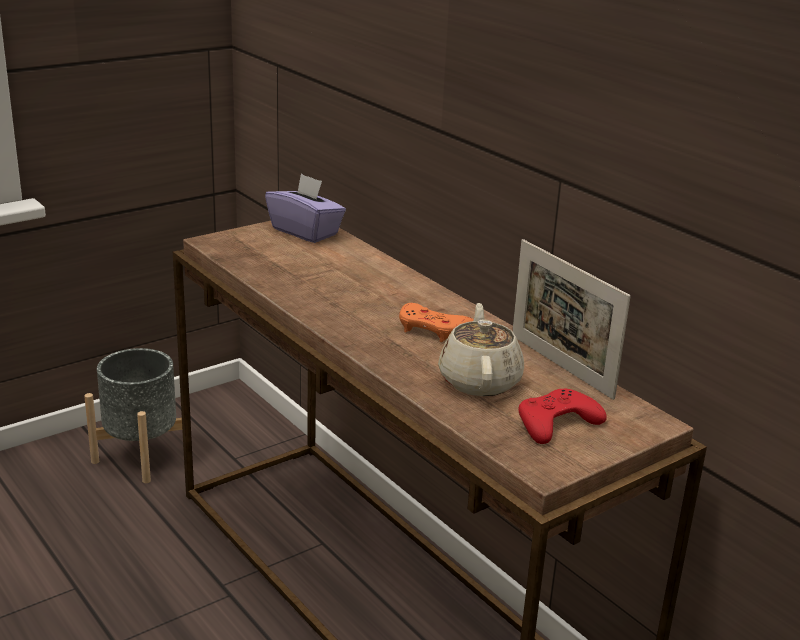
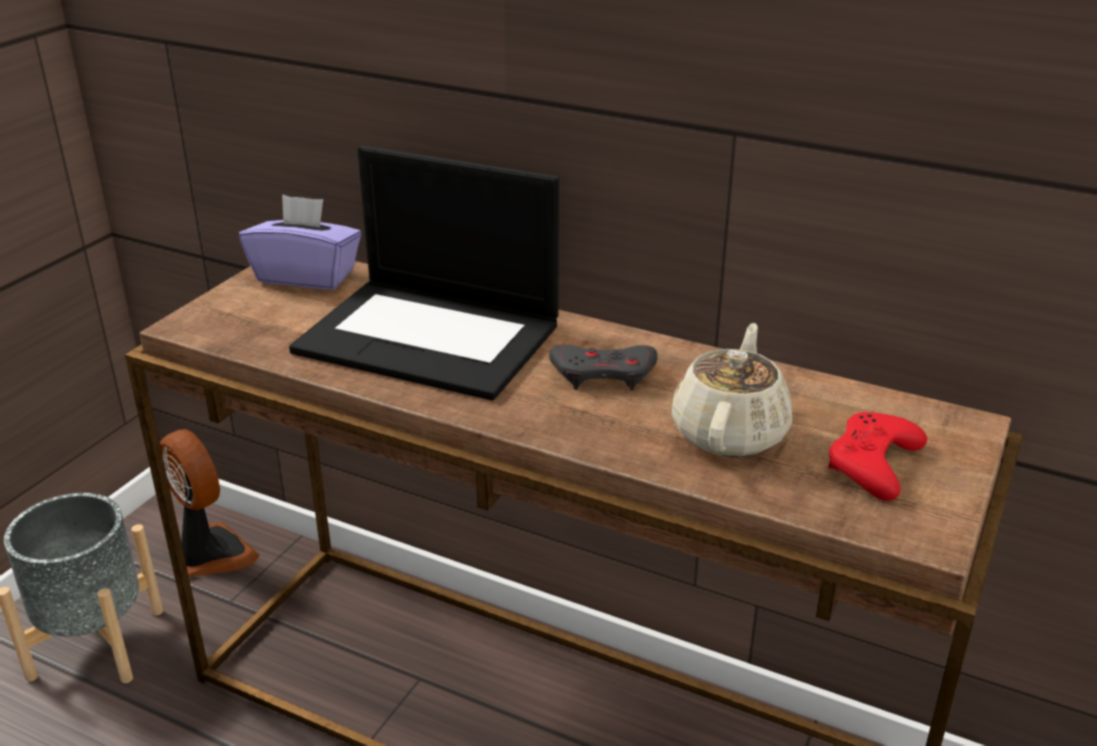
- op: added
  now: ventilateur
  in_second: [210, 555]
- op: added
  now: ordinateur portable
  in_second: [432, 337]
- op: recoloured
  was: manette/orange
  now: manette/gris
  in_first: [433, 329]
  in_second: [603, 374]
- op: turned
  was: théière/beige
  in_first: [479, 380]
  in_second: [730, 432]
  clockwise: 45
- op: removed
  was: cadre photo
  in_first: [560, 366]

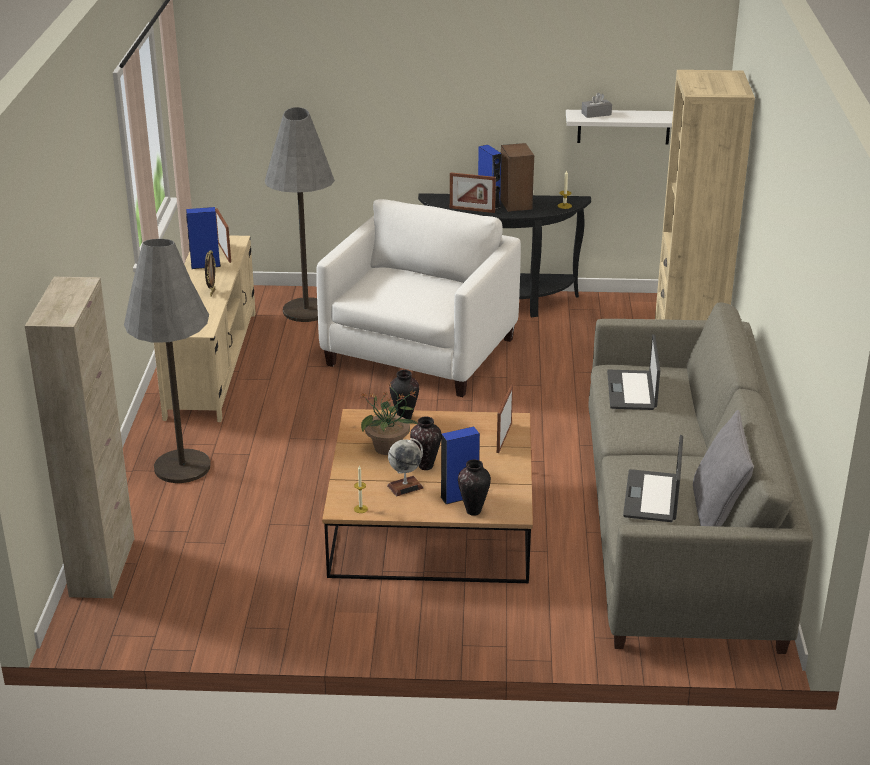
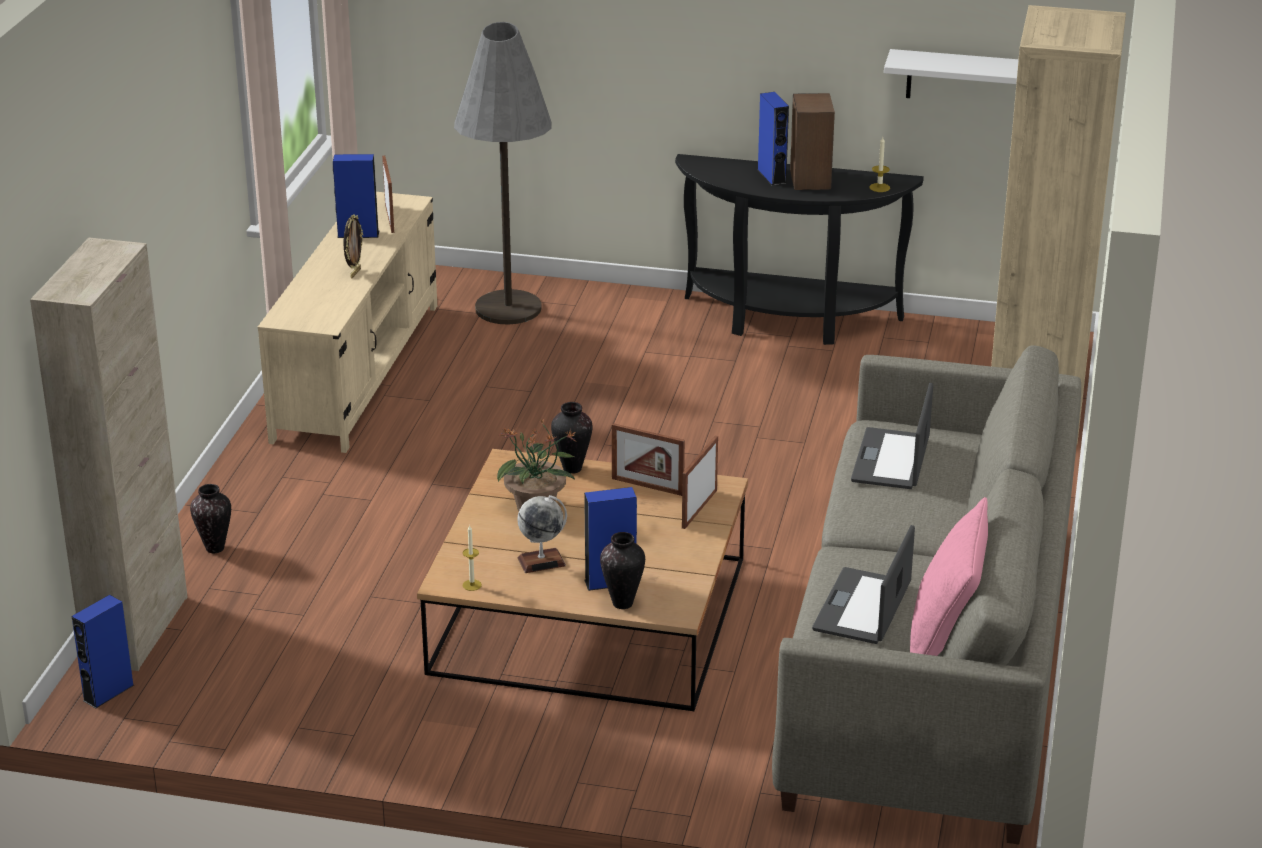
- op: added
  now: enceinte/bleu
  in_second: [108, 693]
- op: moved
  was: vase
  in_first: [426, 466]
  in_second: [215, 548]
- op: moved
  was: cadre photo
  in_first: [472, 210]
  in_second: [647, 486]
- op: recoloured
  was: coussin/gris
  now: coussin/rose
  in_first: [716, 515]
  in_second: [944, 641]
- op: removed
  was: lampadaire/gris
  in_first: [182, 467]
- op: removed
  was: fauteuil/blanc
  in_first: [420, 352]
- op: removed
  was: boîte à mouchoirs/gris
  in_first: [596, 114]

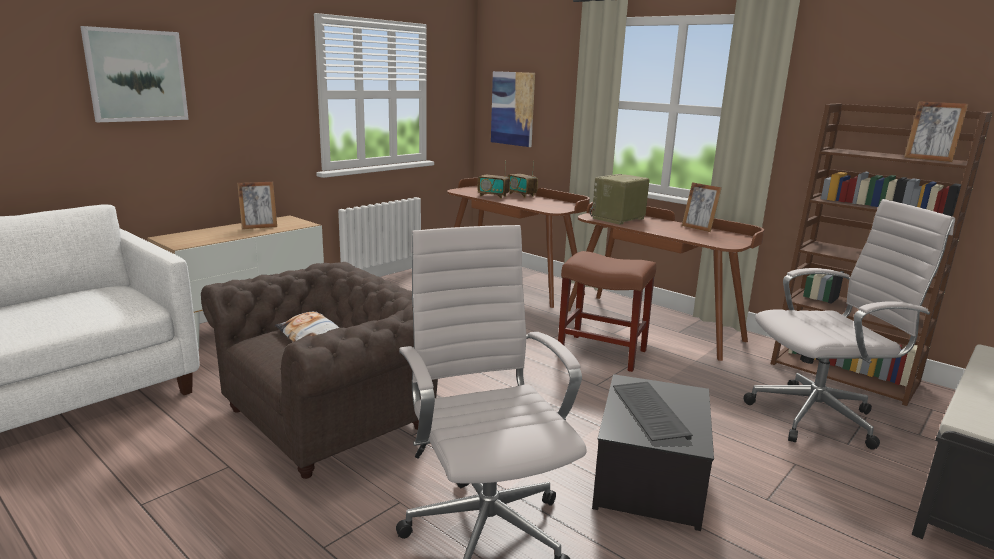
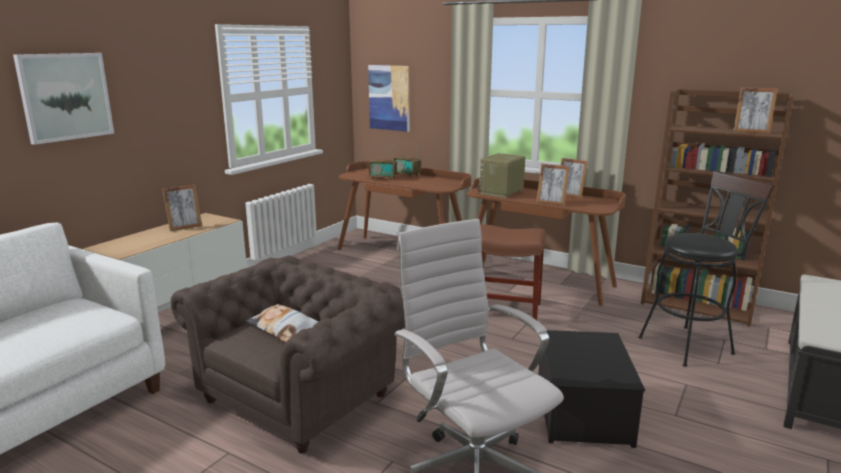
- op: added
  now: cadre photo
  in_second: [551, 203]
- op: replaced
  was: chaise de bureau/blanc
  now: tabouret/noir
  in_first: [819, 417]
  in_second: [691, 344]
- op: removed
  was: clavier
  in_first: [647, 412]

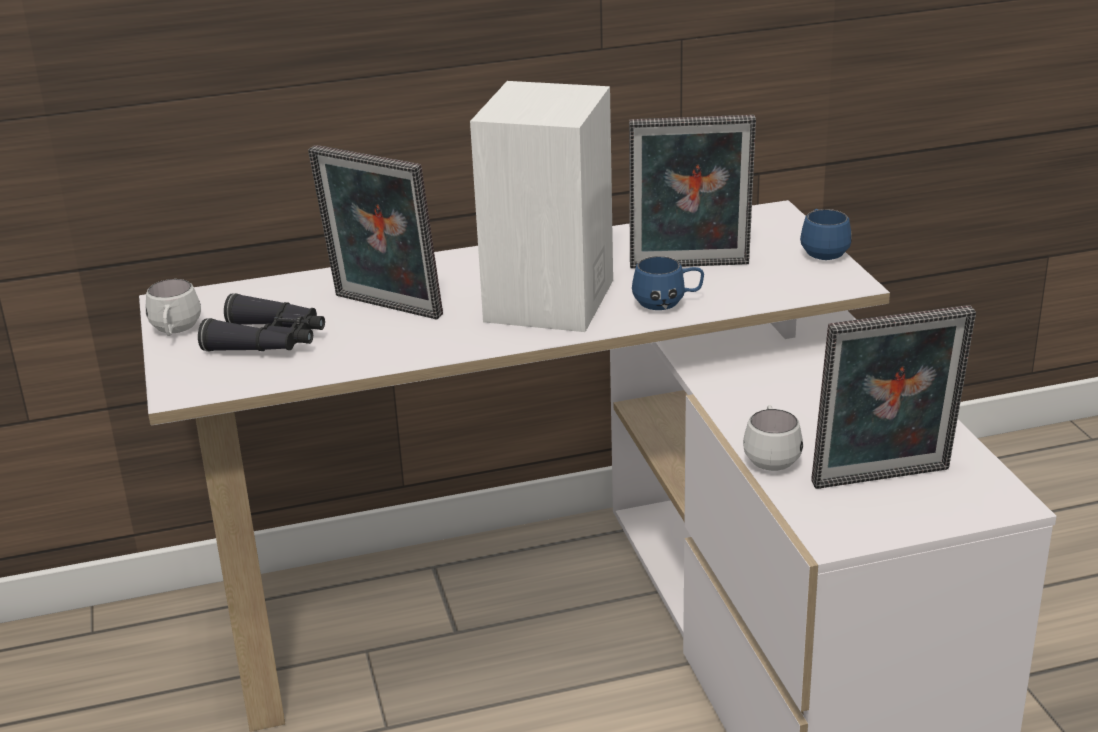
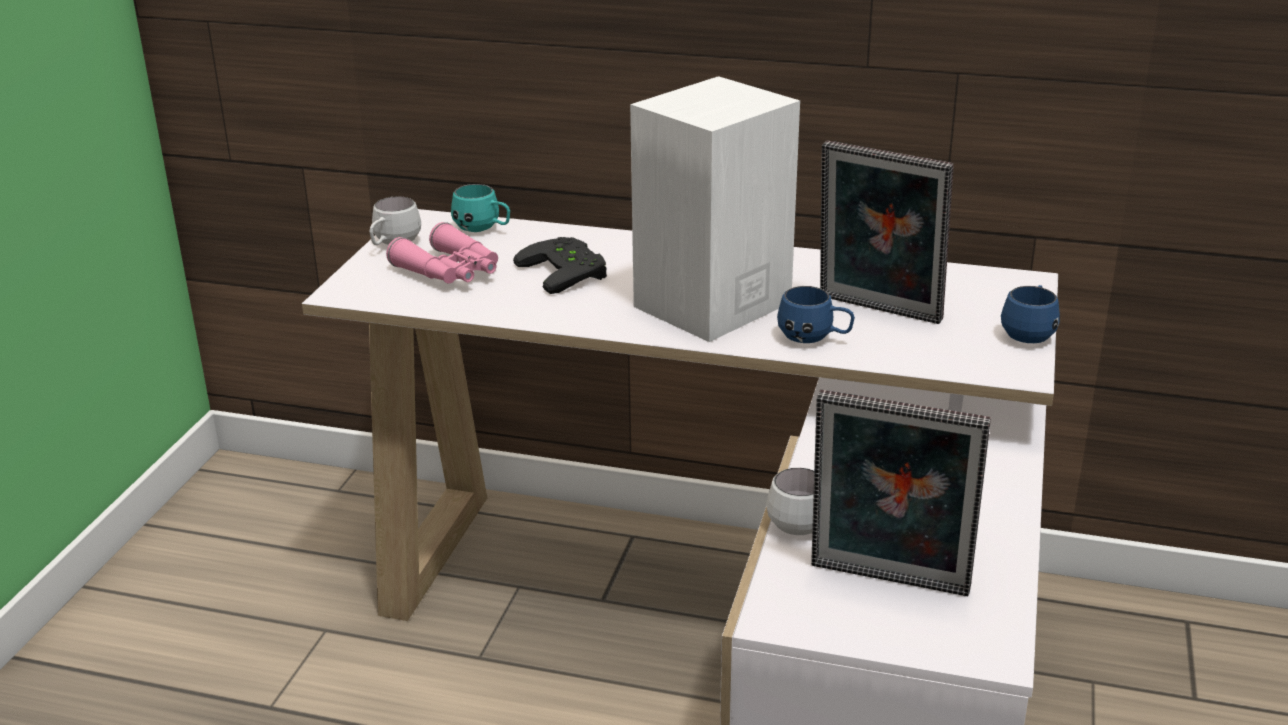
- op: recoloured
  was: jumelles/noir
  now: jumelles/rose
  in_first: [269, 341]
  in_second: [450, 272]
- op: added
  now: mug/turquoise
  in_second: [483, 229]
- op: replaced
  was: cadre photo
  now: manette/noir
  in_first: [384, 308]
  in_second: [568, 271]

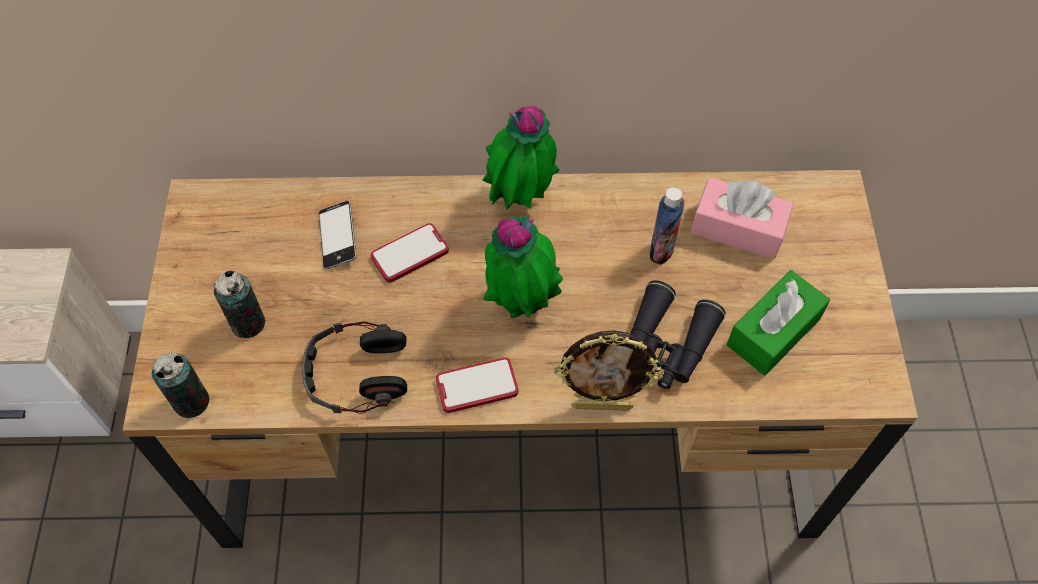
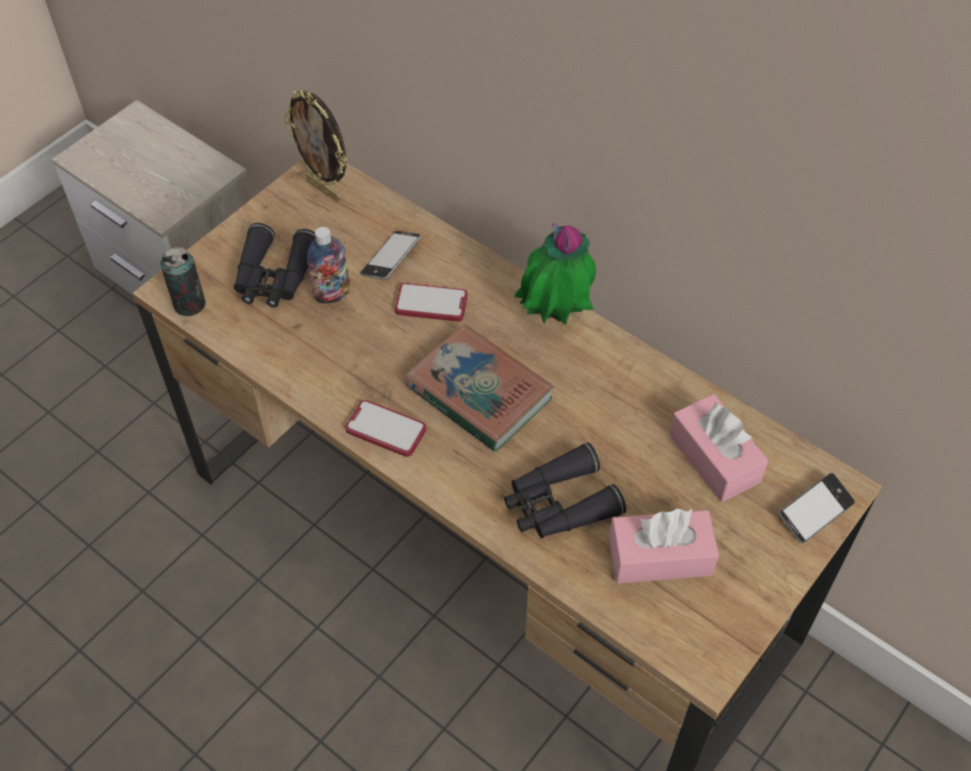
- op: replaced
  was: boîte métallique
  now: jumelles/noir
  in_first: [248, 323]
  in_second: [274, 277]
- op: moved
  was: cadre photo
  in_first: [602, 405]
  in_second: [325, 190]
- op: moved
  was: bouteille
  in_first: [661, 250]
  in_second: [332, 294]
- op: replaced
  was: plante en pot
  now: livre
  in_first: [521, 302]
  in_second: [478, 393]
- op: recoloured
  was: boîte à mouchoirs/vert
  now: boîte à mouchoirs/rose
  in_first: [773, 332]
  in_second: [660, 556]
- op: added
  now: téléphone
  in_second: [815, 511]
- op: removed
  was: casque audio
  in_first: [357, 374]

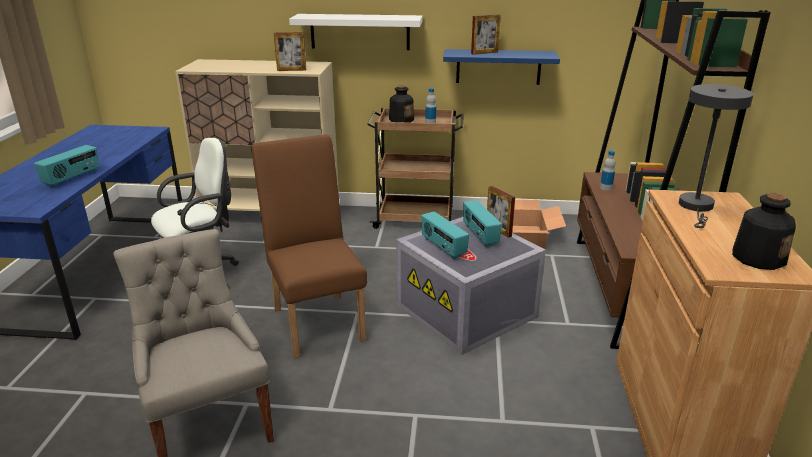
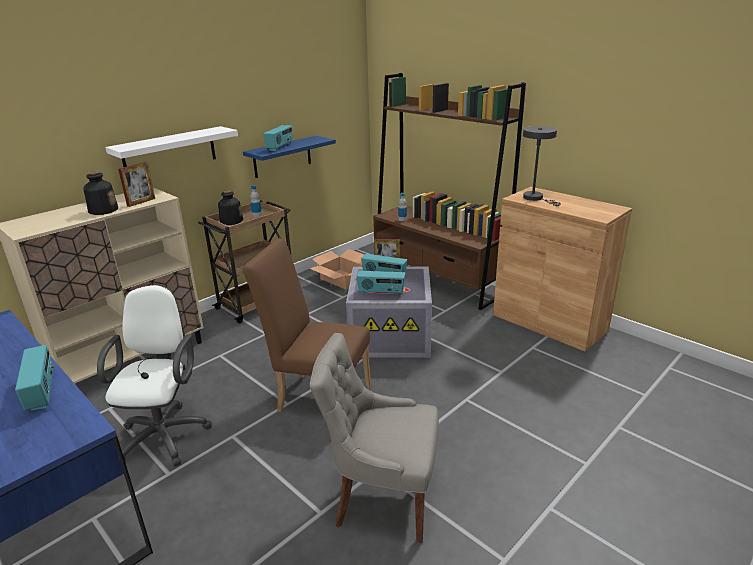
- op: moved
  was: bouteille
  in_first: [757, 258]
  in_second: [103, 210]
- op: replaced
  was: cadre photo
  now: radio
  in_first: [484, 53]
  in_second: [280, 147]

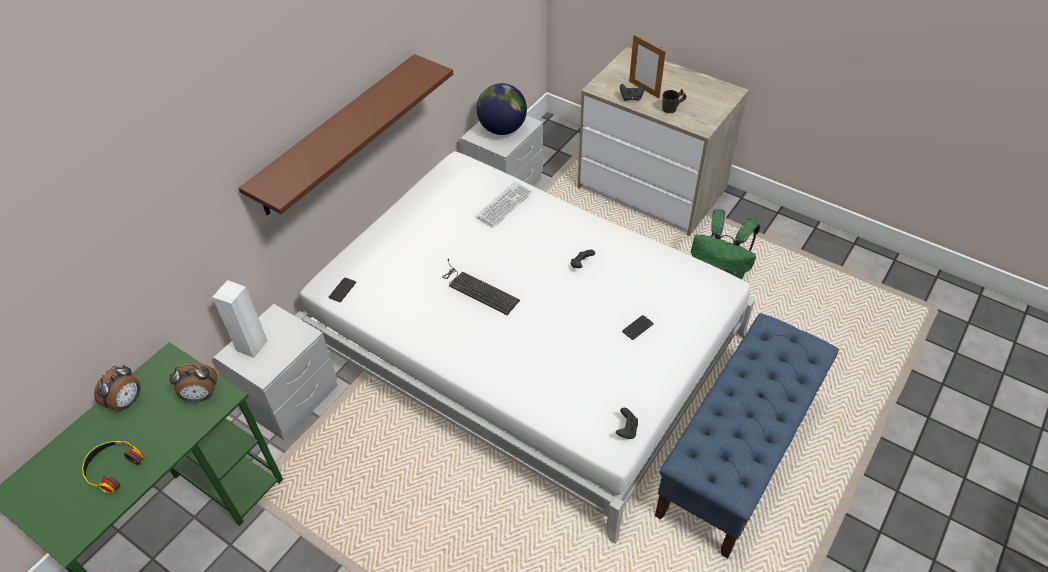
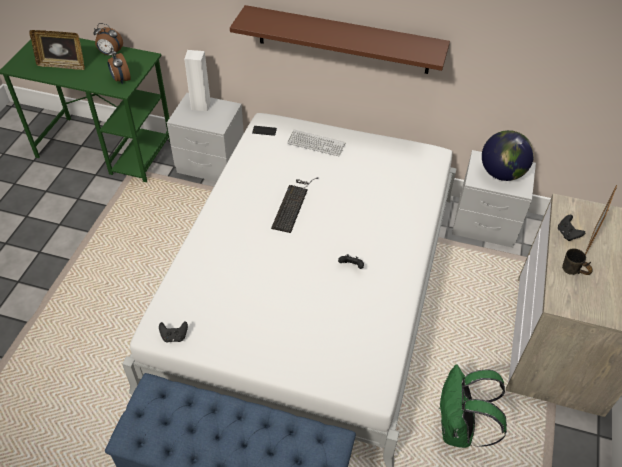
- op: replaced
  was: casque audio
  now: cadre photo
  in_first: [113, 468]
  in_second: [62, 65]
- op: moved
  was: clavier
  in_first: [504, 205]
  in_second: [316, 144]
- op: removed
  was: téléphone
  in_first: [637, 327]

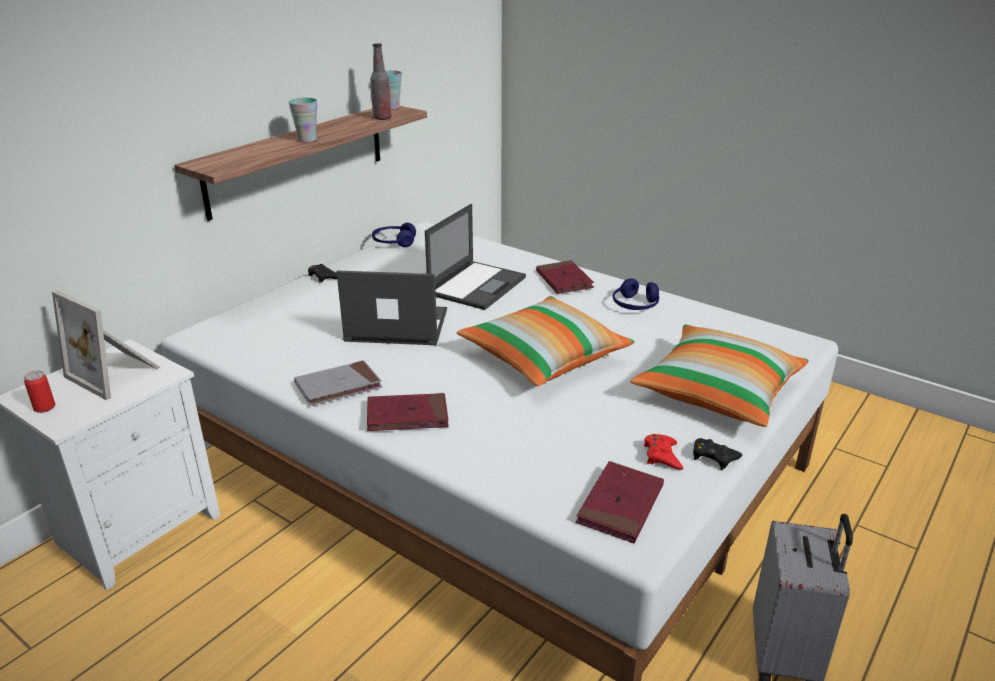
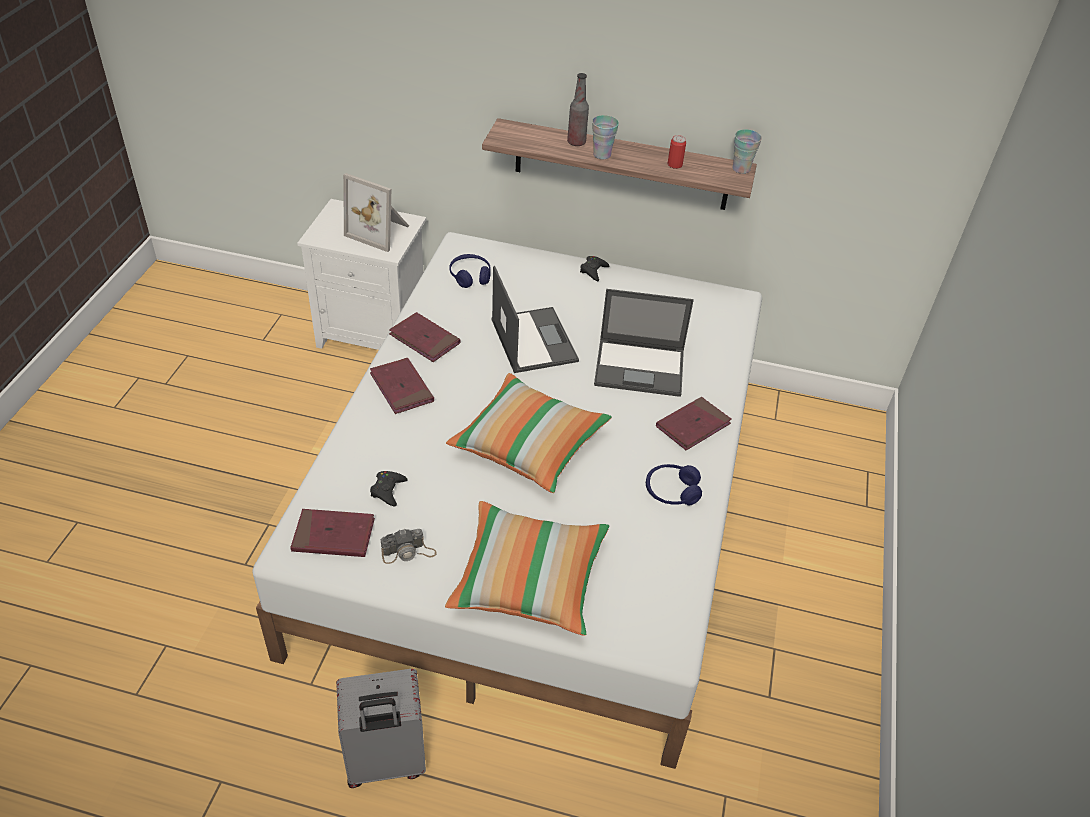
- op: turned
  was: cadre photo
  in_first: [116, 373]
  in_second: [380, 231]
  clockwise: -75
- op: moved
  was: manette/noir
  in_first: [714, 457]
  in_second: [388, 490]
- op: replaced
  was: manette/rouge
  now: appareil photo
  in_first: [662, 456]
  in_second: [408, 552]
- op: recoloured
  was: livre/gris
  now: livre/rouge
  in_first: [338, 386]
  in_second: [424, 339]
- op: moved
  was: casque audio/bleu
  in_first: [394, 242]
  in_second: [470, 276]
- op: moved
  was: bouteille
  in_first: [382, 118]
  in_second: [576, 142]
- op: moved
  was: boîte métallique
  in_first: [44, 407]
  in_second: [674, 165]

